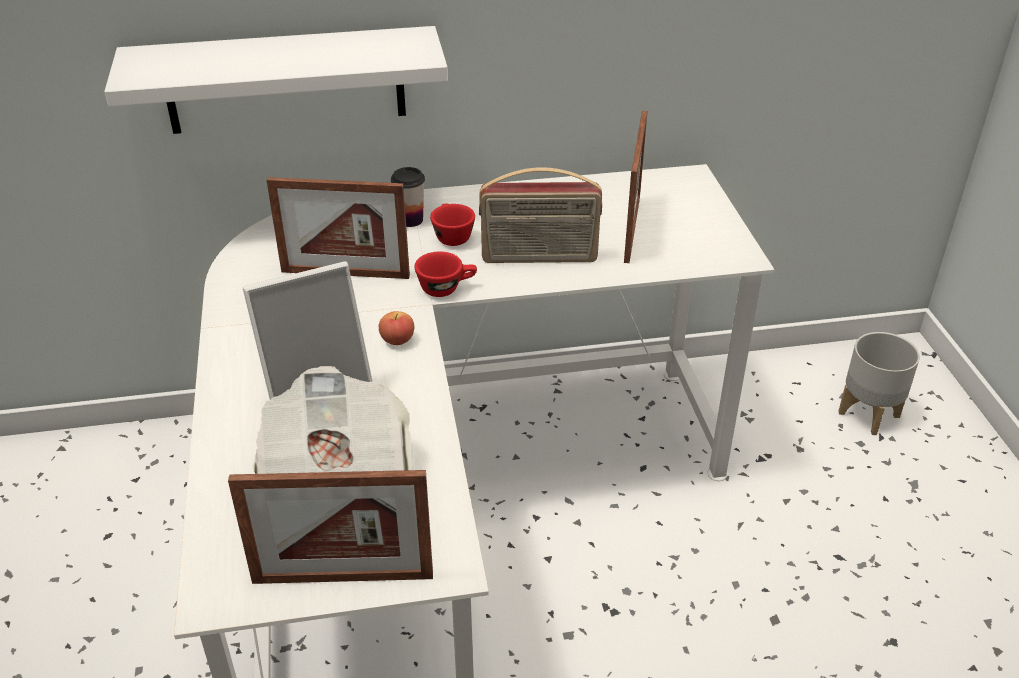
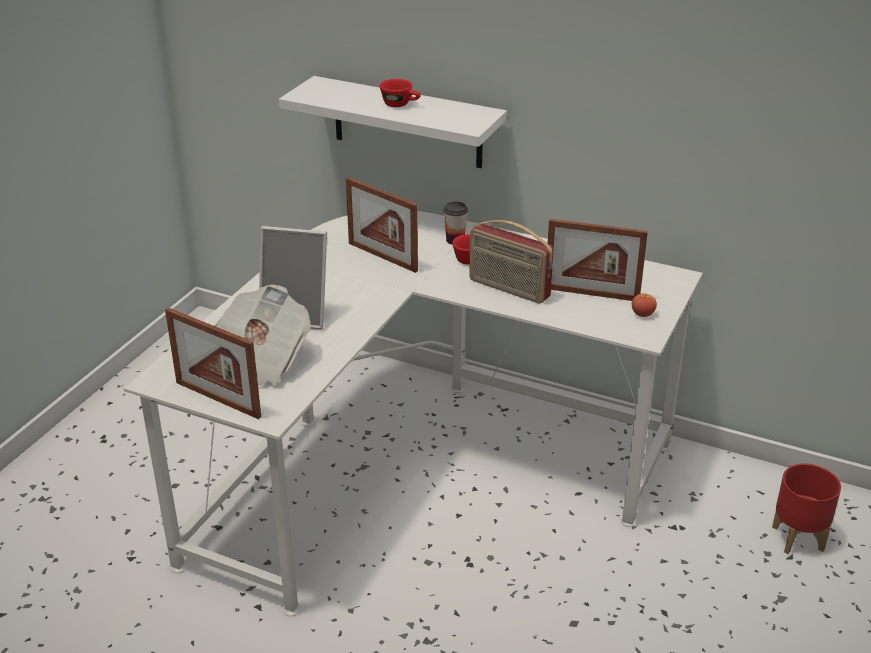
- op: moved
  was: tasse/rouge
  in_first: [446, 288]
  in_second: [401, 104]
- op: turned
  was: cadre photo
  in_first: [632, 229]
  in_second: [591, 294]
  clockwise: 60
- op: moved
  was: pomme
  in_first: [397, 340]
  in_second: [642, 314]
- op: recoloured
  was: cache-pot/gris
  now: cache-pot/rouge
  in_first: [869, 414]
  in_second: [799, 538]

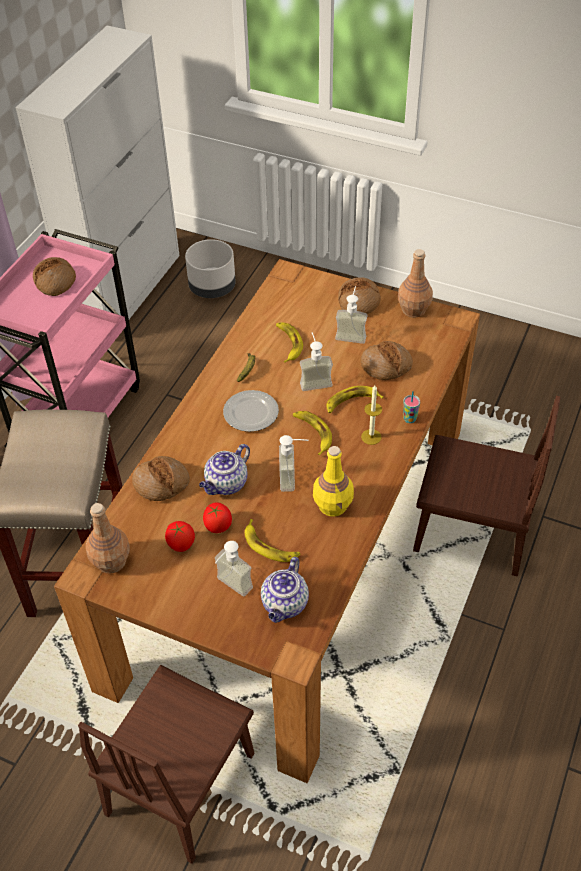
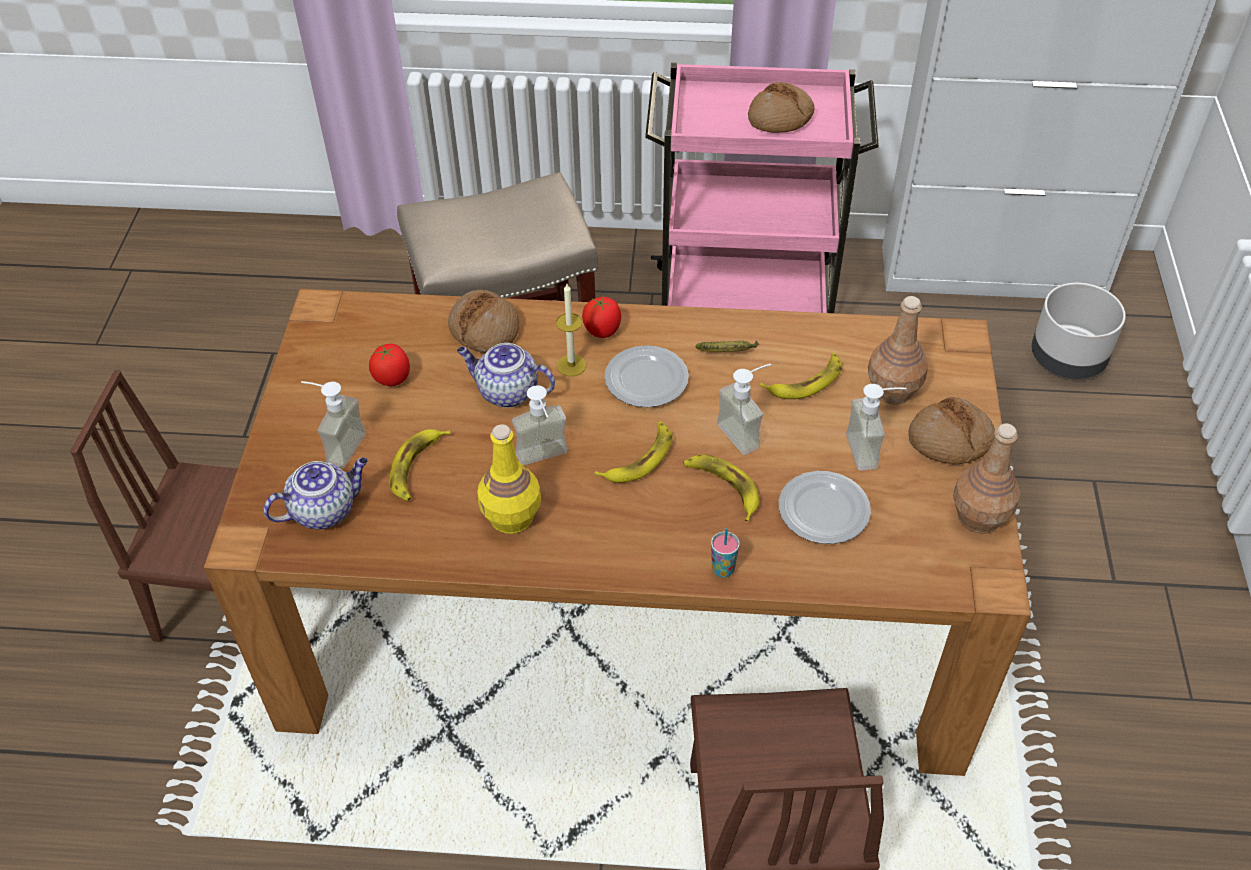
- op: turned
  was: théière
  in_first: [285, 605]
  in_second: [325, 510]
  clockwise: 150
- op: moved
  was: bougie
  in_first: [371, 437]
  in_second: [571, 365]
- op: moved
  was: tomate
  in_first: [218, 526]
  in_second: [602, 330]
- op: replaced
  was: pain
  now: assiette
  in_first: [386, 366]
  in_second: [824, 511]
- op: moved
  was: bouteille/marron
  in_first: [111, 561]
  in_second: [893, 390]

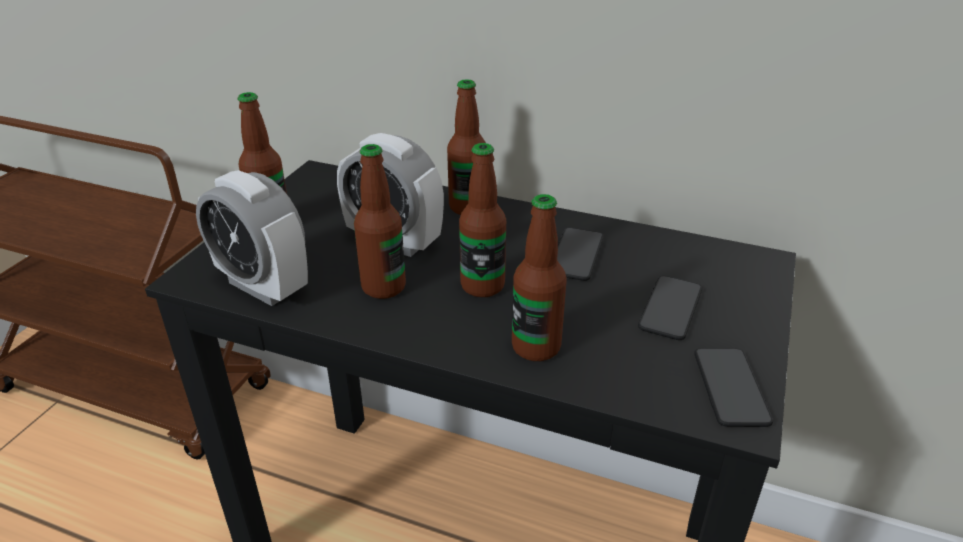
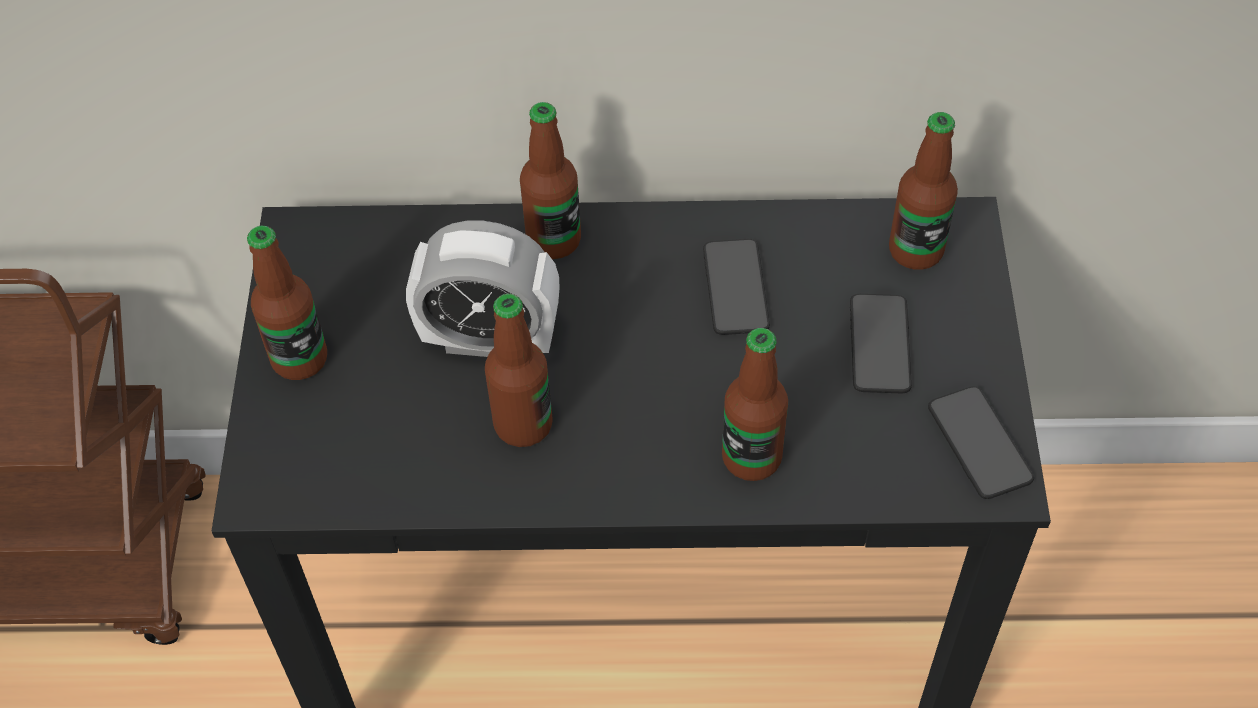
- op: moved
  was: bouteille
  in_first: [482, 285]
  in_second: [915, 250]
- op: removed
  was: réveil
  in_first: [263, 286]

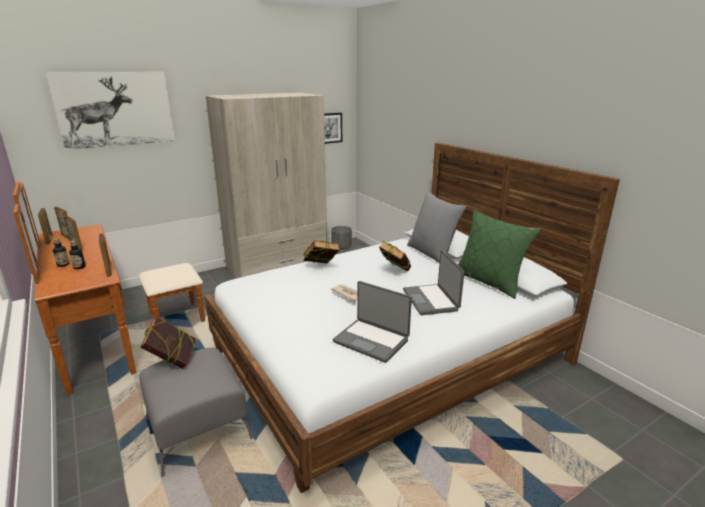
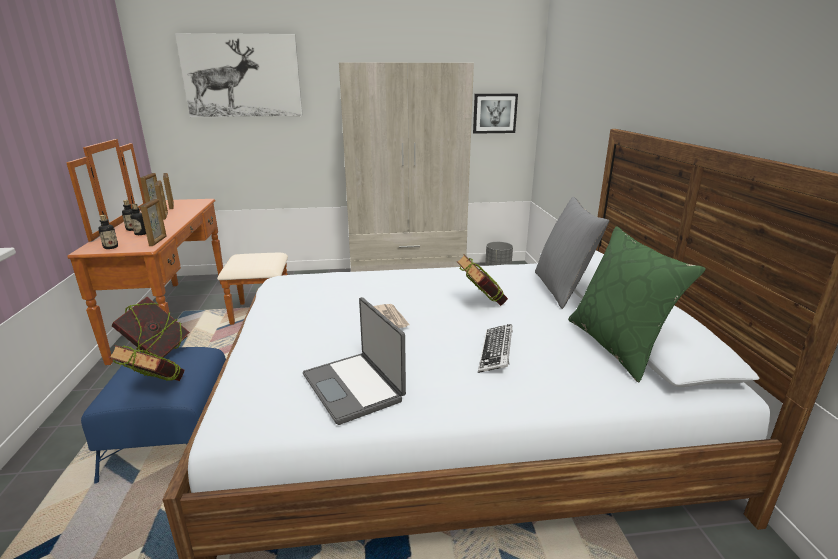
- op: recoloured
  was: pouf/gris
  now: pouf/bleu
  in_first: [198, 429]
  in_second: [173, 441]
- op: added
  now: bouteille
  in_second: [111, 247]
- op: moved
  was: livre
  in_first: [321, 268]
  in_second: [155, 390]
- op: replaced
  was: ordinateur portable
  now: clavier
  in_first: [431, 300]
  in_second: [496, 352]

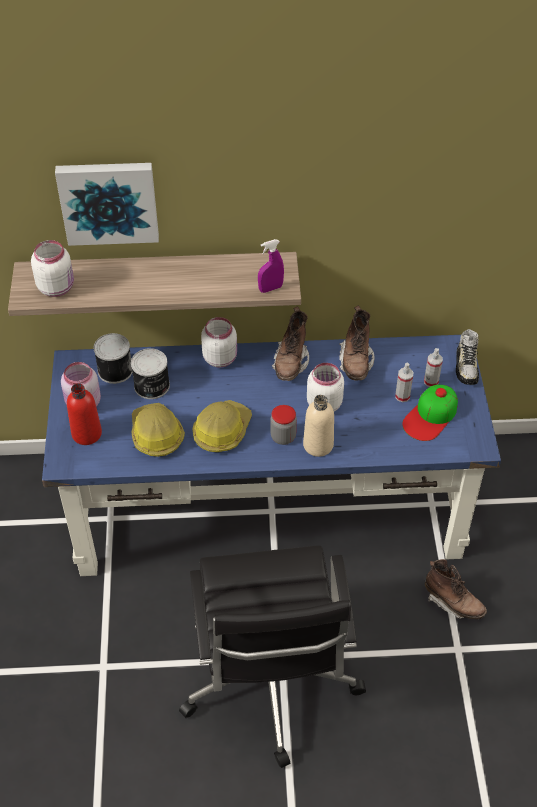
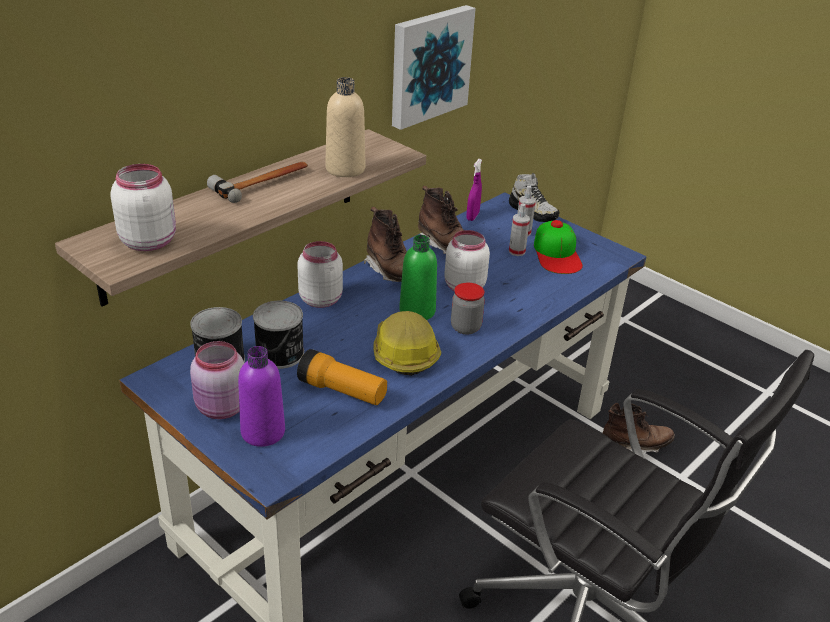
- op: added
  now: marteau
  in_second: [262, 183]
- op: recoloured
  was: bouteille/rouge
  now: bouteille/violet
  in_first: [87, 434]
  in_second: [263, 432]
- op: replaced
  was: casque de chantier
  now: lampe de poche
  in_first: [156, 435]
  in_second: [342, 391]
- op: moved
  was: bouteille/beige
  in_first: [318, 445]
  in_second: [345, 169]
- op: moved
  was: tableau
  in_first: [108, 201]
  in_second: [428, 65]
- op: added
  now: bouteille/vert
  in_second: [417, 311]
- op: moved
  was: vaporisateur/violet
  in_first: [270, 288]
  in_second: [472, 216]

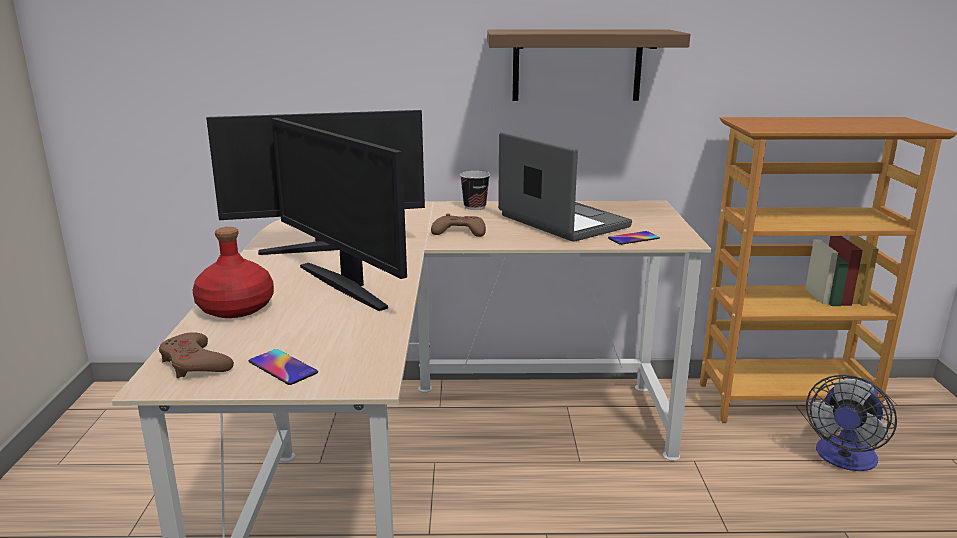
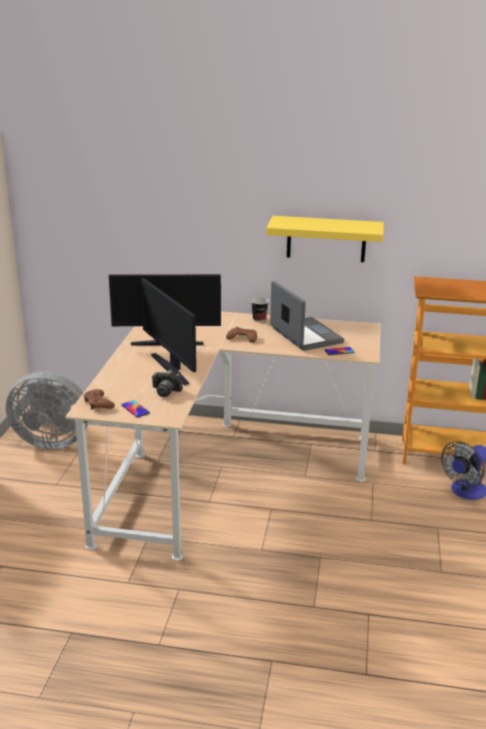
- op: added
  now: ventilateur/gris
  in_second: [52, 441]
- op: added
  now: appareil photo
  in_second: [166, 391]
- op: recoloured
  was: étagère/marron
  now: étagère/jaune
  in_first: [577, 65]
  in_second: [326, 239]
- op: removed
  was: bouteille/rouge
  in_first: [235, 308]

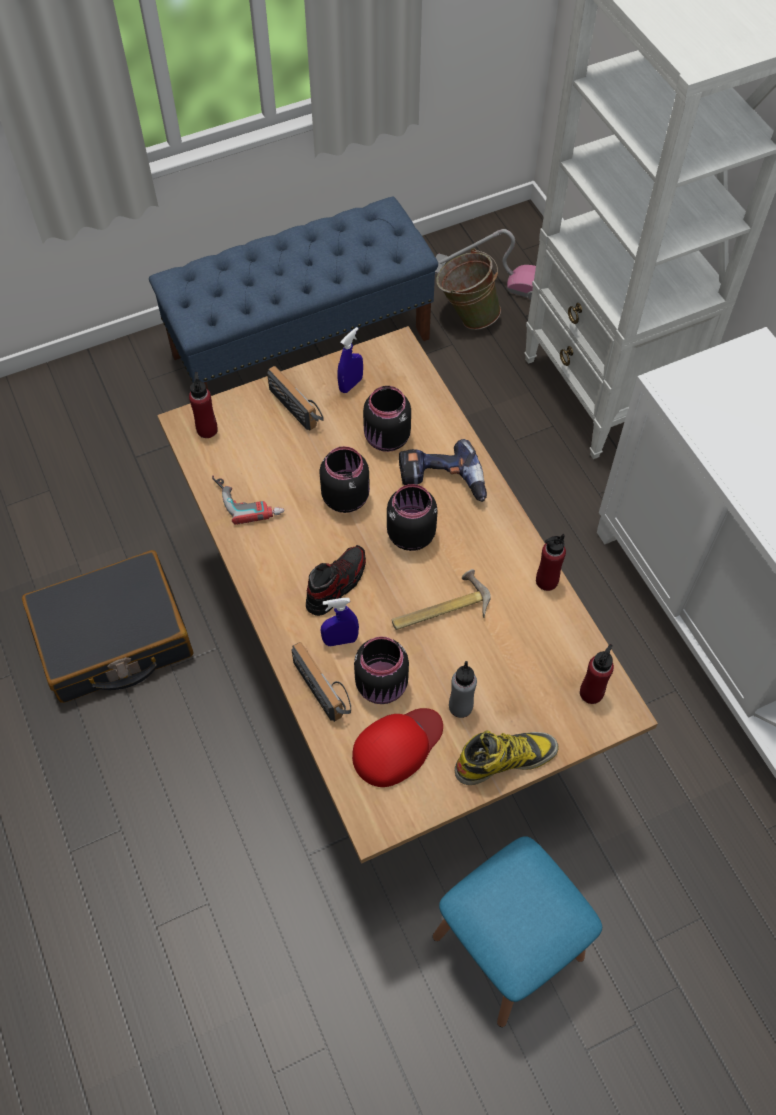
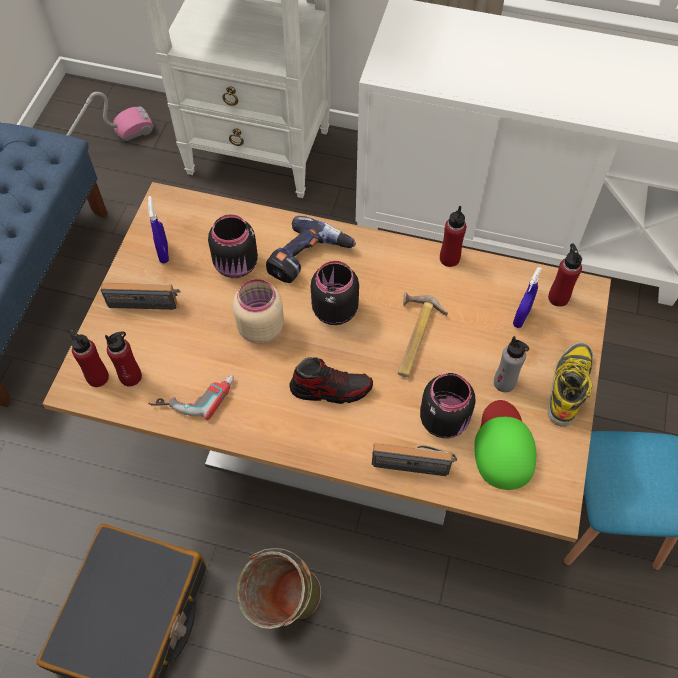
- op: added
  now: bouteille/rouge
  in_second: [131, 376]
- op: recoloured
  was: bocal/noir
  now: bocal/beige
  in_first: [345, 496]
  in_second: [260, 327]
- op: moved
  was: seau/vert
  in_first: [466, 316]
  in_second: [281, 604]
- op: turned
  was: chaussure
  in_first: [336, 584]
  in_second: [331, 389]
  clockwise: 105
- op: recoloured
  was: casquette/rouge
  now: casquette/vert
  in_first: [397, 746]
  in_second: [503, 447]
- op: moved
  was: vaporisateur/bleu
  in_first: [340, 640]
  in_second: [521, 317]

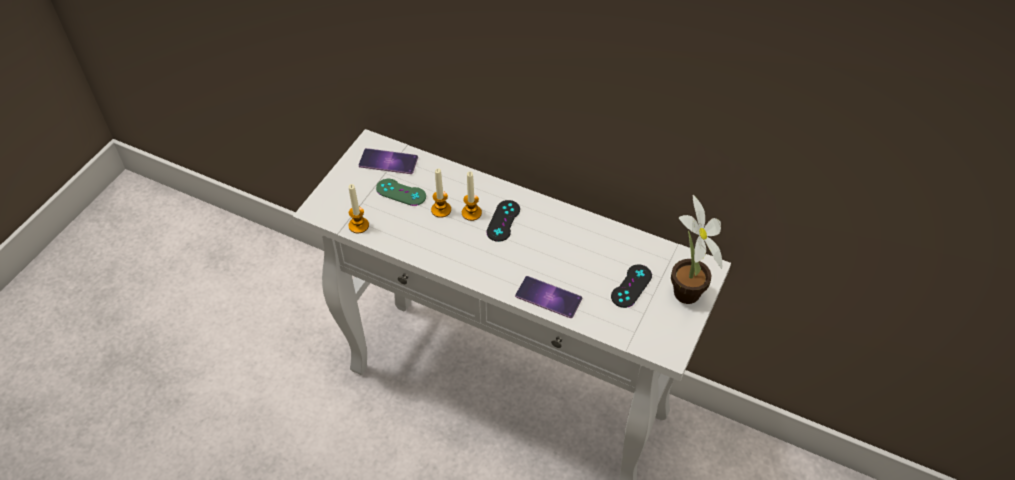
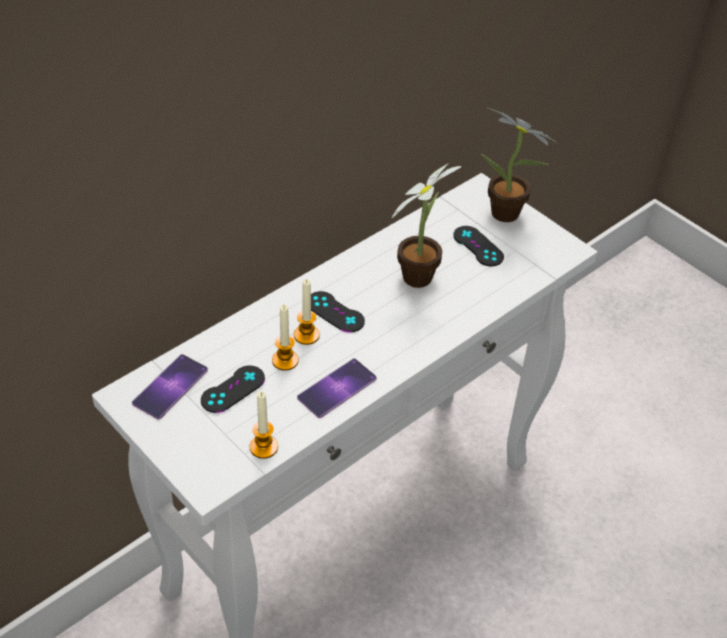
- op: recoloured
  was: manette/vert
  now: manette/noir
  in_first: [401, 192]
  in_second: [233, 389]
- op: moved
  was: téléphone
  in_first: [548, 297]
  in_second: [337, 388]
- op: added
  now: plante en pot
  in_second: [421, 274]

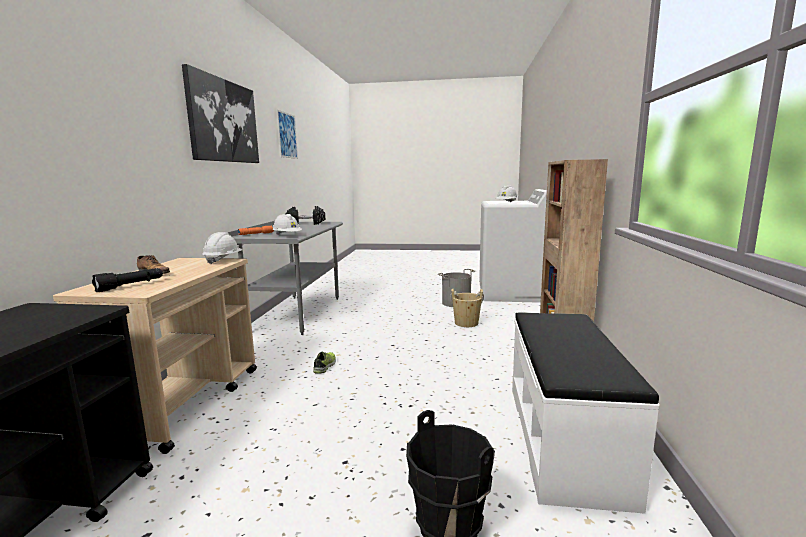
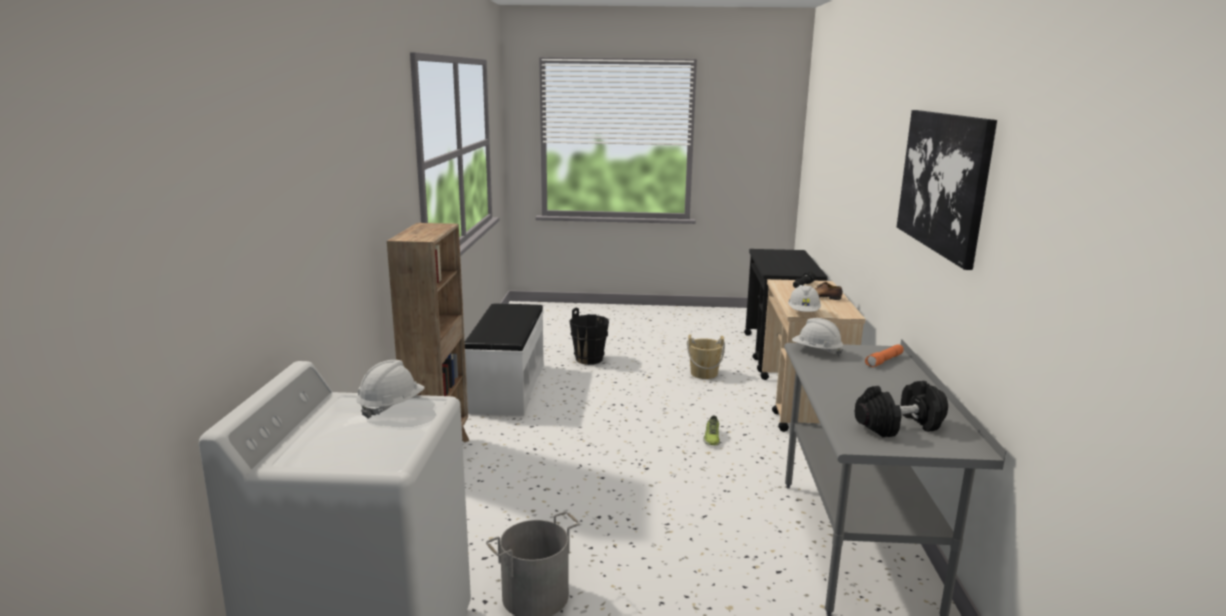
- op: moved
  was: seau/beige
  in_first: [466, 323]
  in_second: [704, 373]
- op: removed
  was: tableau
  in_first: [287, 135]

